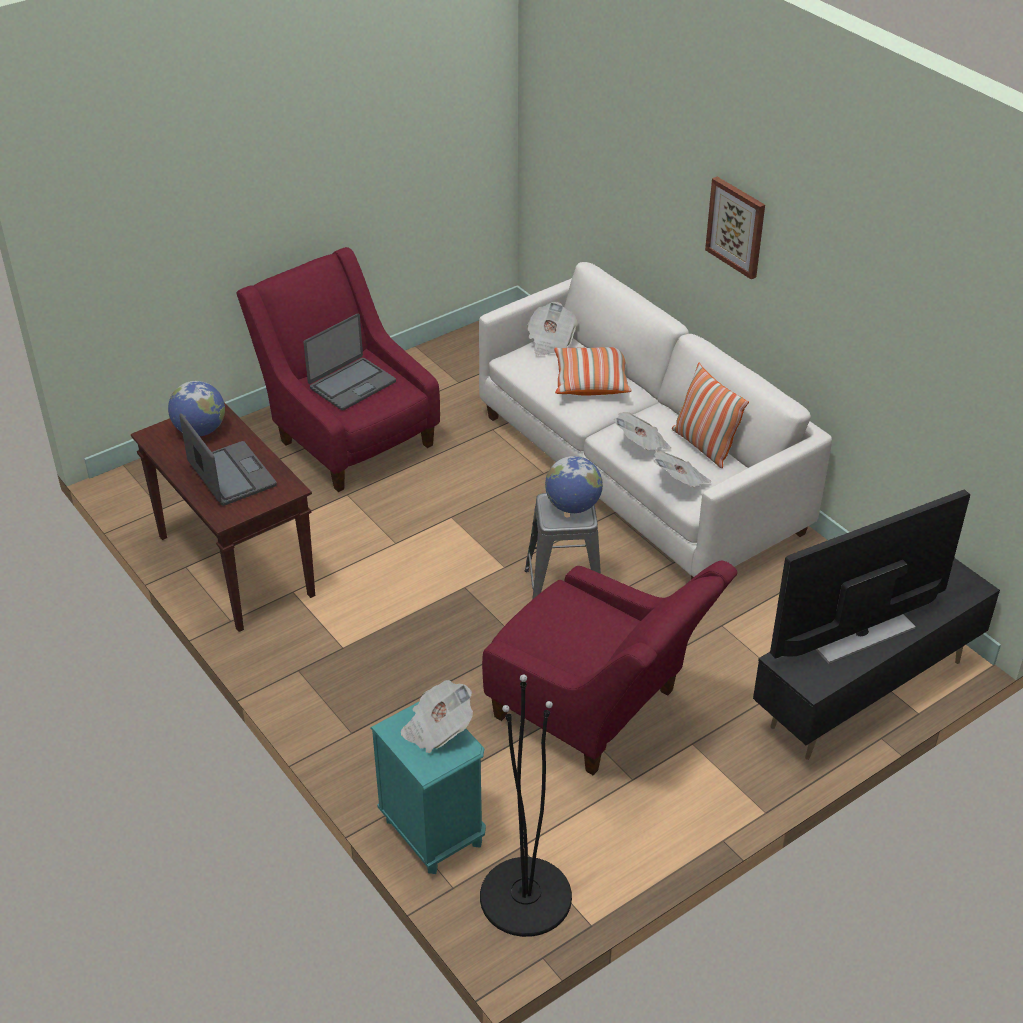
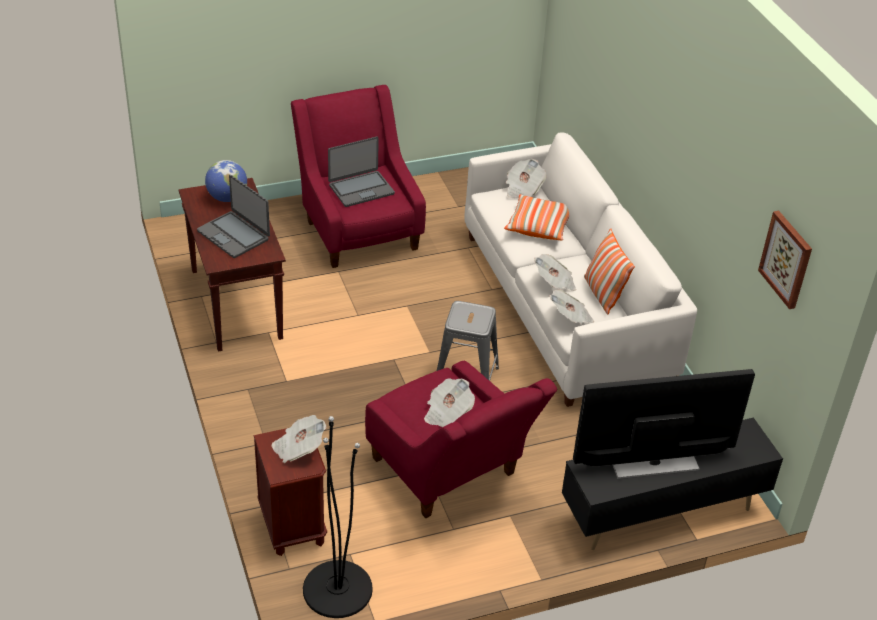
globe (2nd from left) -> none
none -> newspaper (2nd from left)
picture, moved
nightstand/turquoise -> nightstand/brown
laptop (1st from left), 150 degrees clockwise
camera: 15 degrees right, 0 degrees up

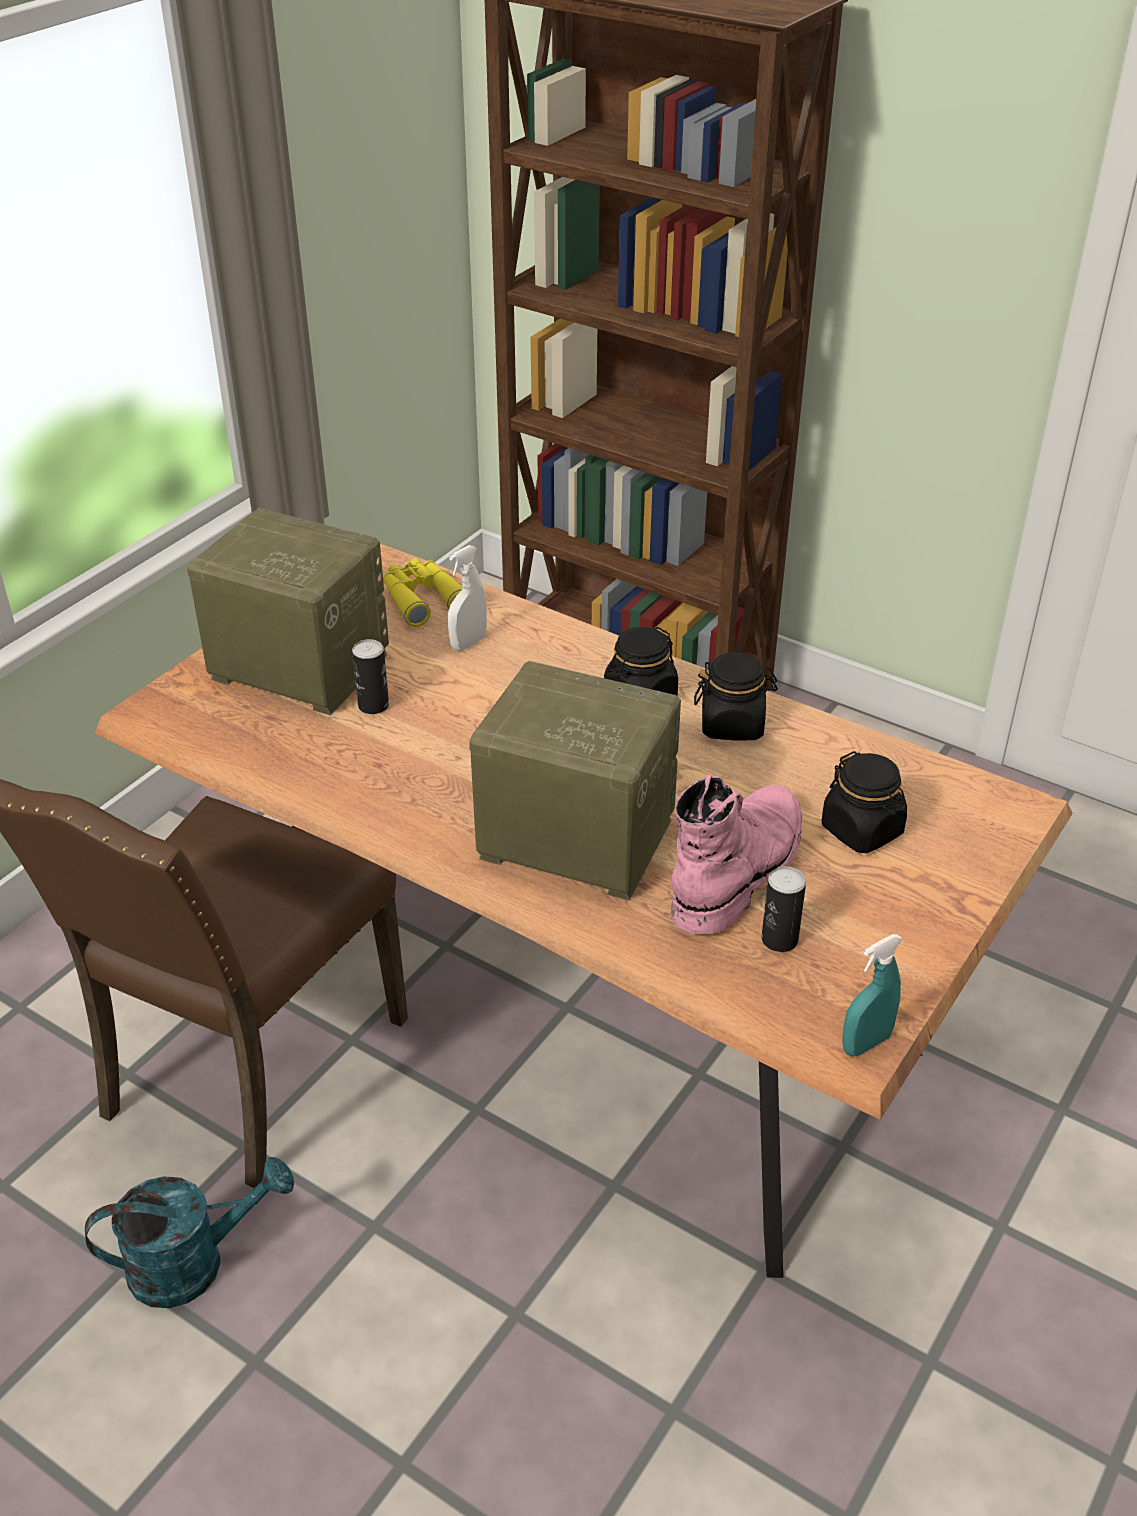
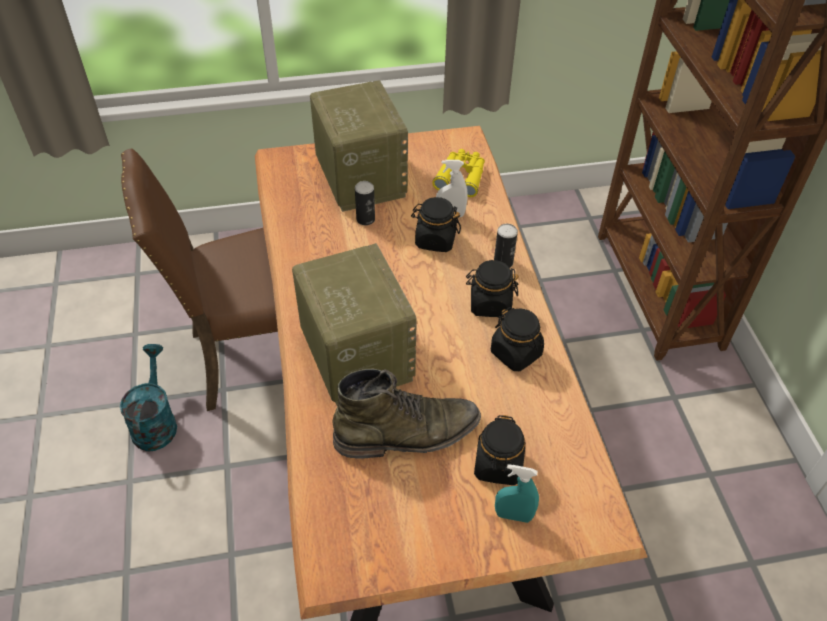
none -> jar/black (1st from left)
can (2nd from left), moved
spray bottle/turquoise, moved
boot/pink -> boot/green
watering can/turquoise, 120 degrees counterclockwise
camera: 45 degrees right, 10 degrees up

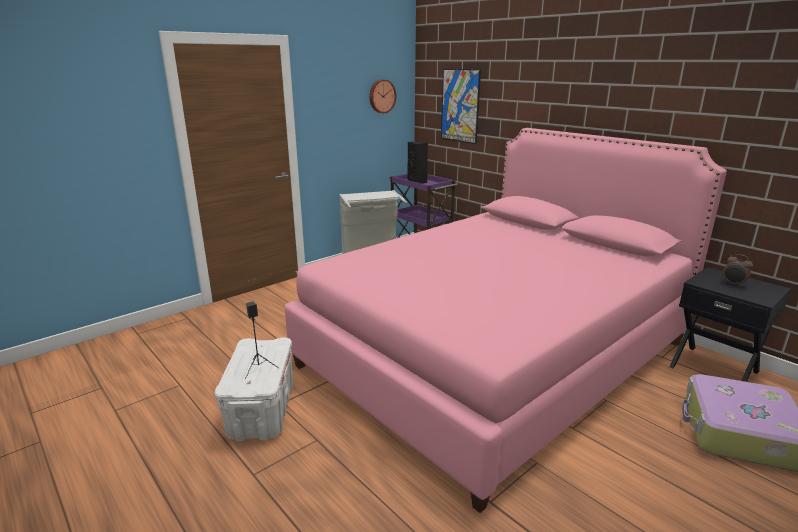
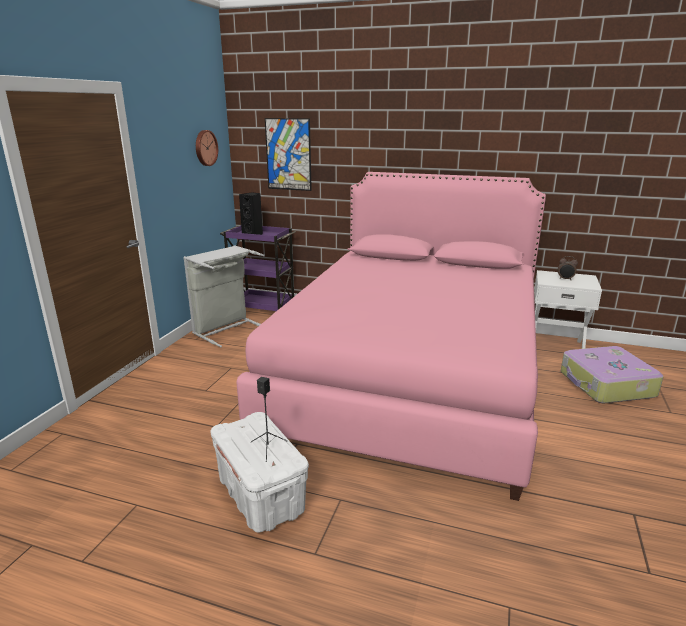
nightstand/black -> nightstand/white
camera: 30 degrees left, 0 degrees up

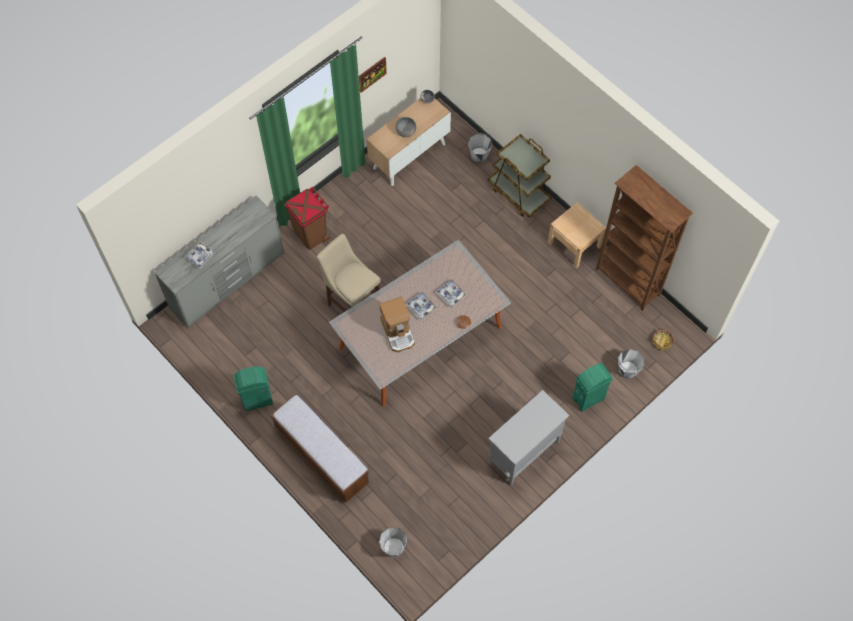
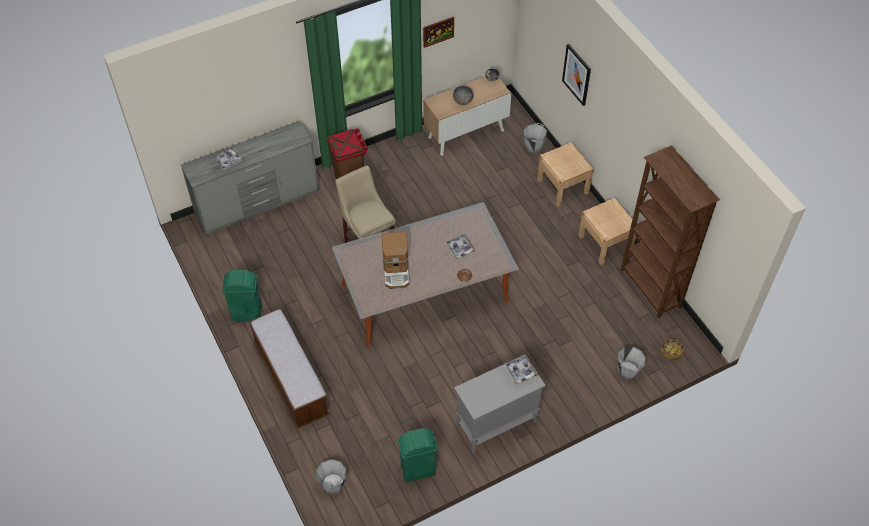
none -> picture (2nd from left)
tray (2nd from left in the first image) -> tray (3rd from left), moved
trash can/green (2nd from left), moved
cart/brown -> nightstand/beige (1st from left)
camera: 15 degrees right, 10 degrees down

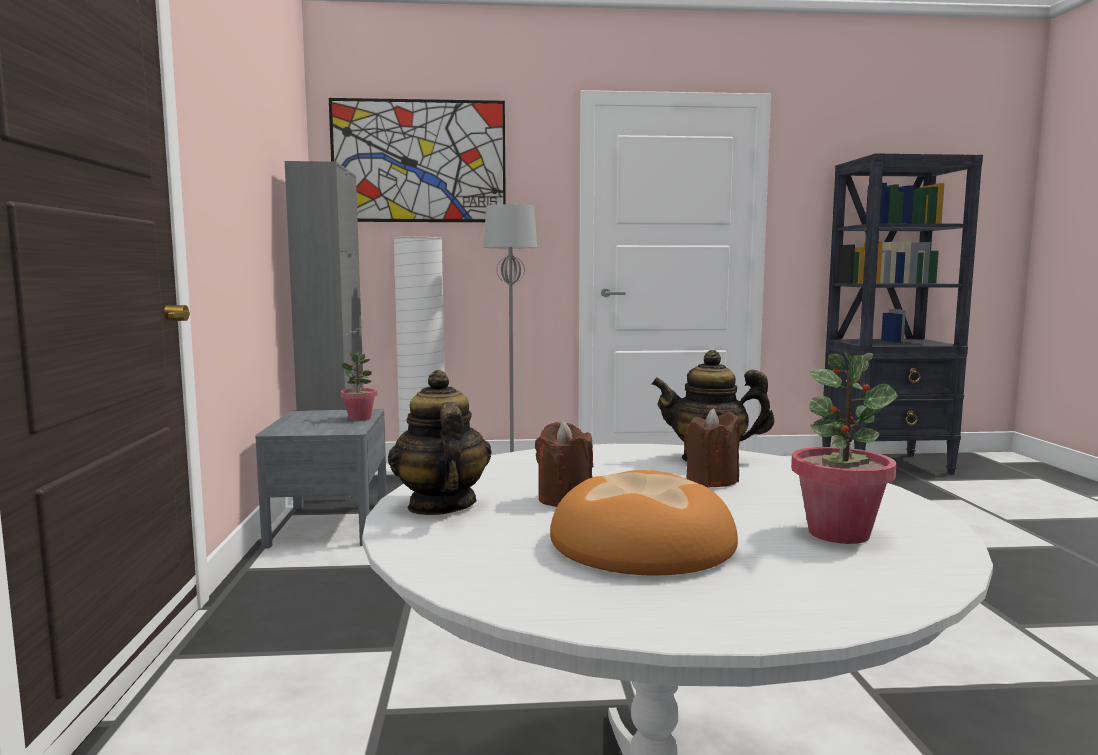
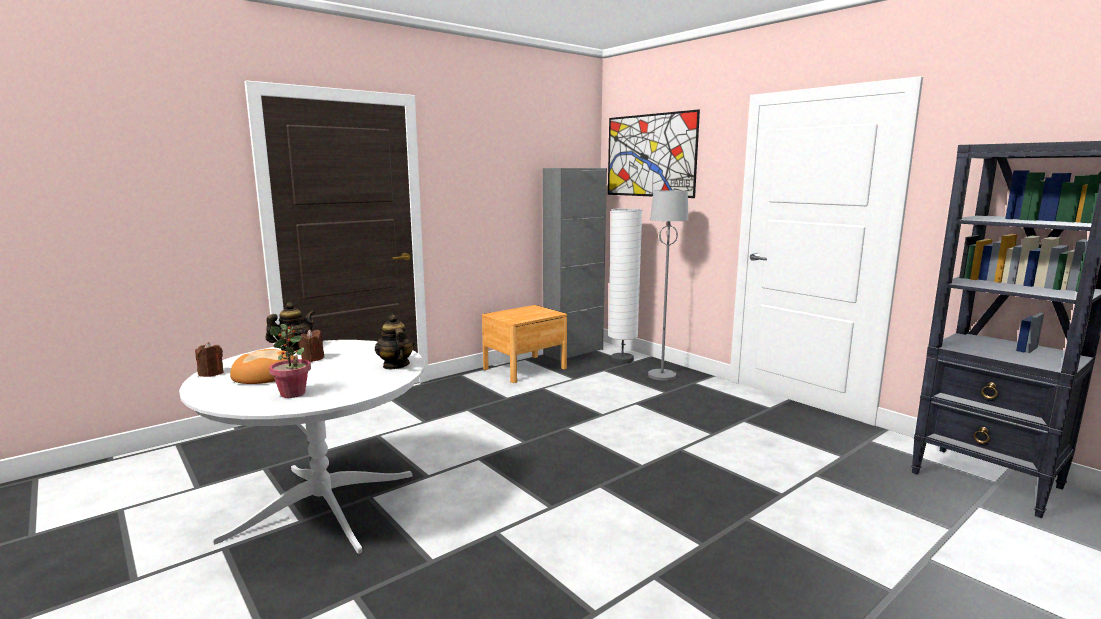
potted plant (1st from left) -> none
candle/brown (2nd from left in the first image) -> candle/brown (1st from left), moved
nightstand/grey -> nightstand/brown
camera: 55 degrees right, 5 degrees up

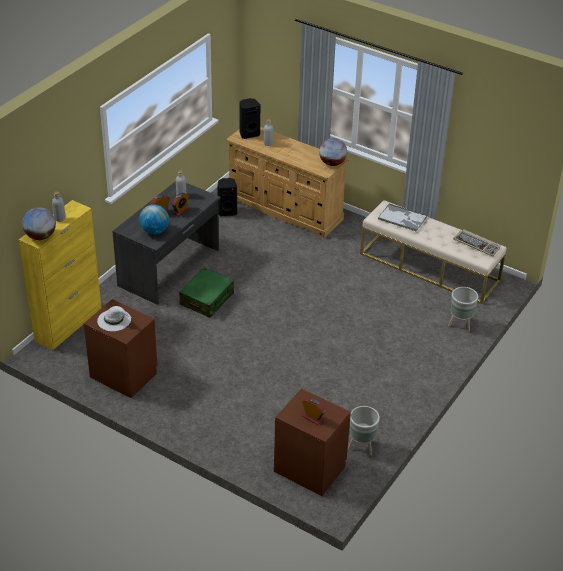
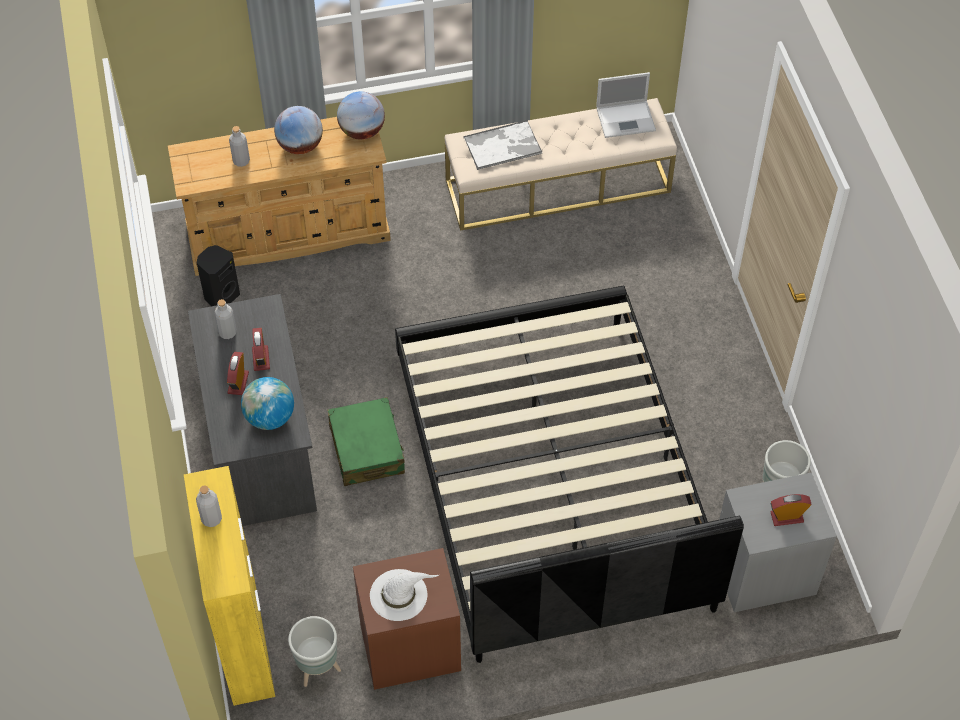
speaker/black (2nd from left) -> none
none -> bed/black
globe (1st from left in the first image) -> globe (2nd from left), moved
planter/grey (2nd from left in the first image) -> planter/grey (1st from left), moved
keyboard -> laptop
nightstand/brown (2nd from left) -> nightstand/grey
camera: 45 degrees left, 15 degrees up

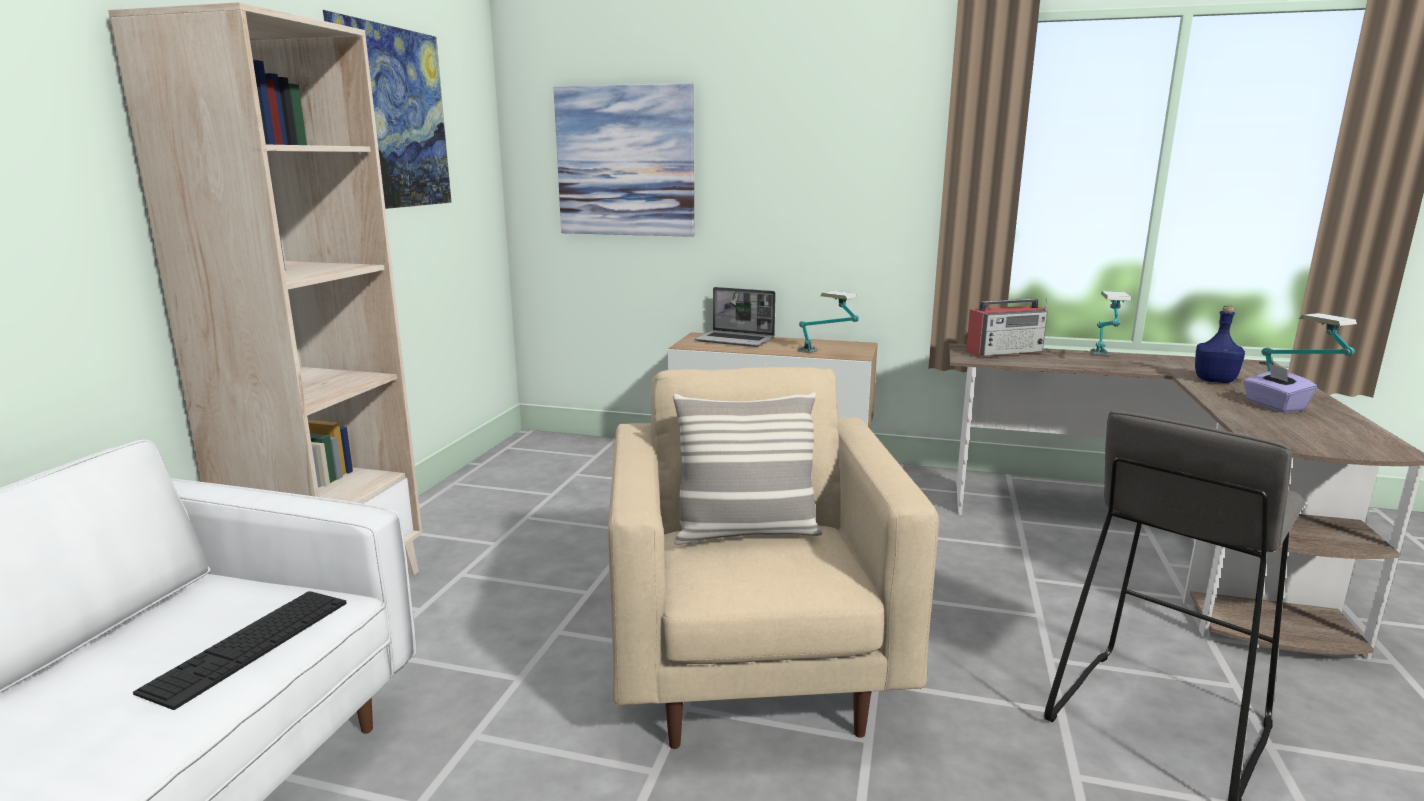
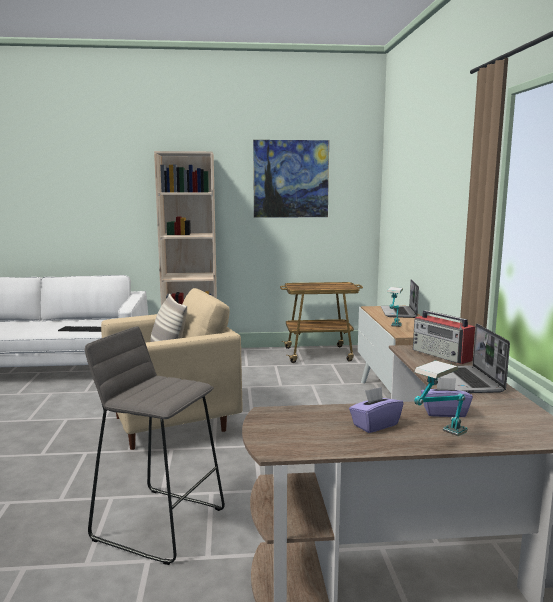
picture (2nd from left) -> none
none -> cart
table lamp (2nd from left) -> laptop (2nd from left)
bottle/blue -> tissue box/purple (2nd from left)
camera: 70 degrees right, 5 degrees down

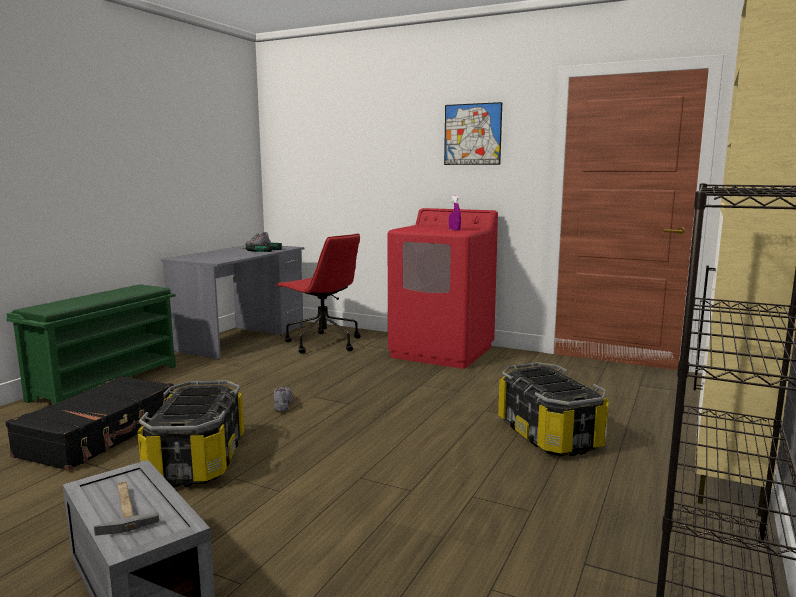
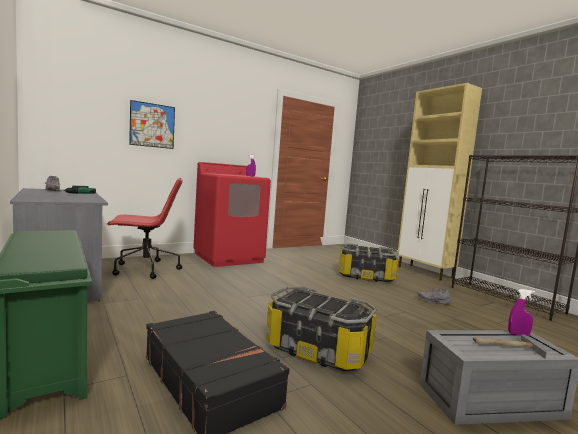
none -> spray bottle/purple (2nd from left)
shoe/grey (2nd from left), moved
picture, moved
camera: 60 degrees left, 5 degrees down

